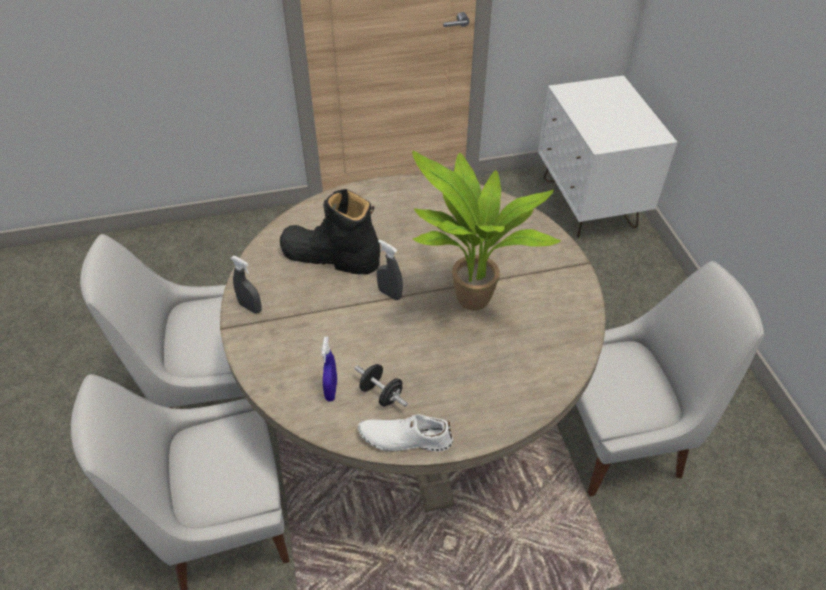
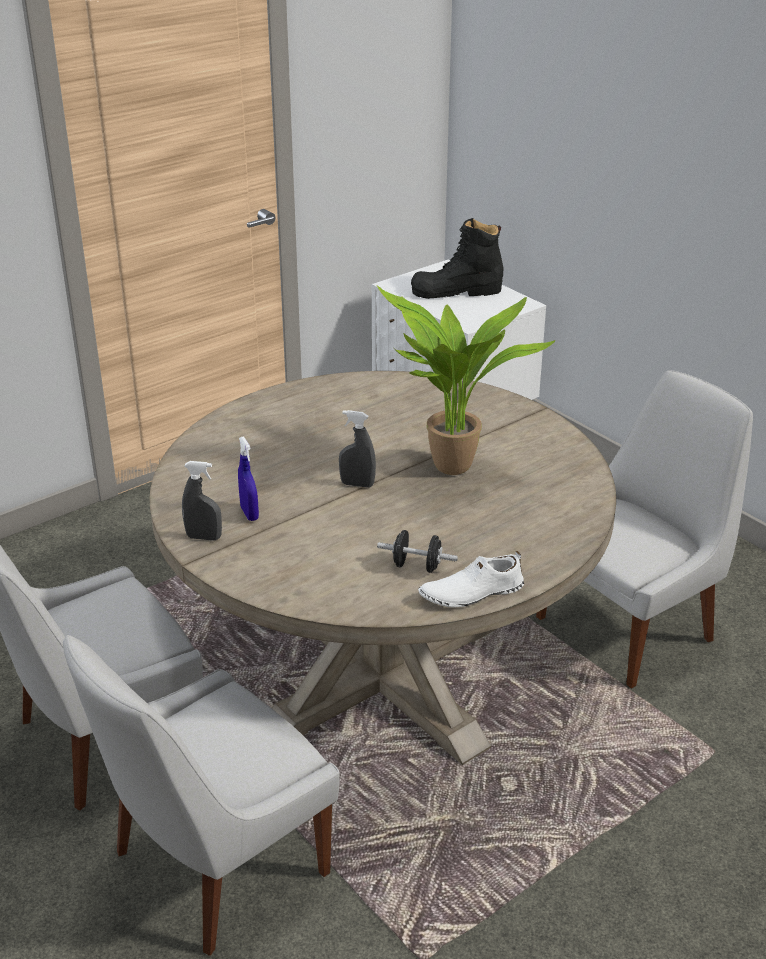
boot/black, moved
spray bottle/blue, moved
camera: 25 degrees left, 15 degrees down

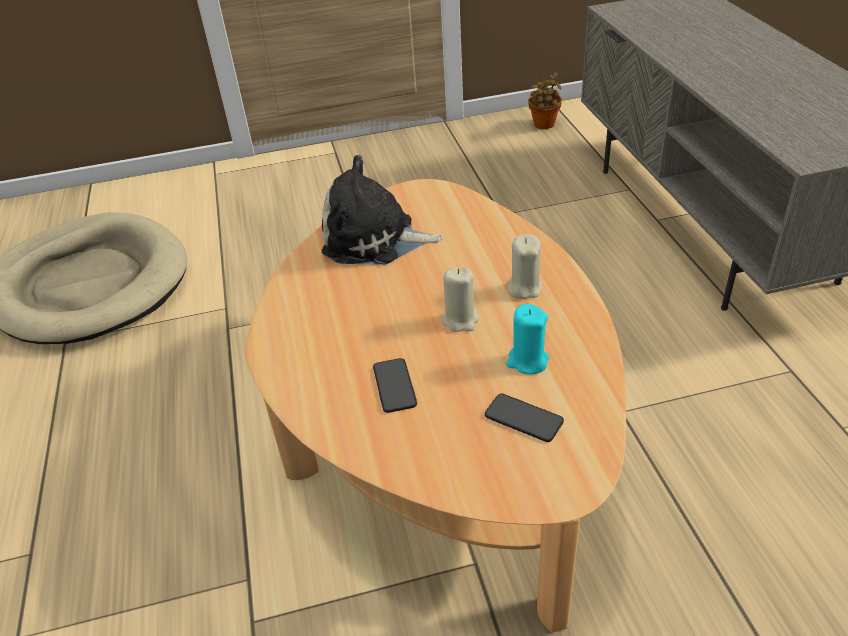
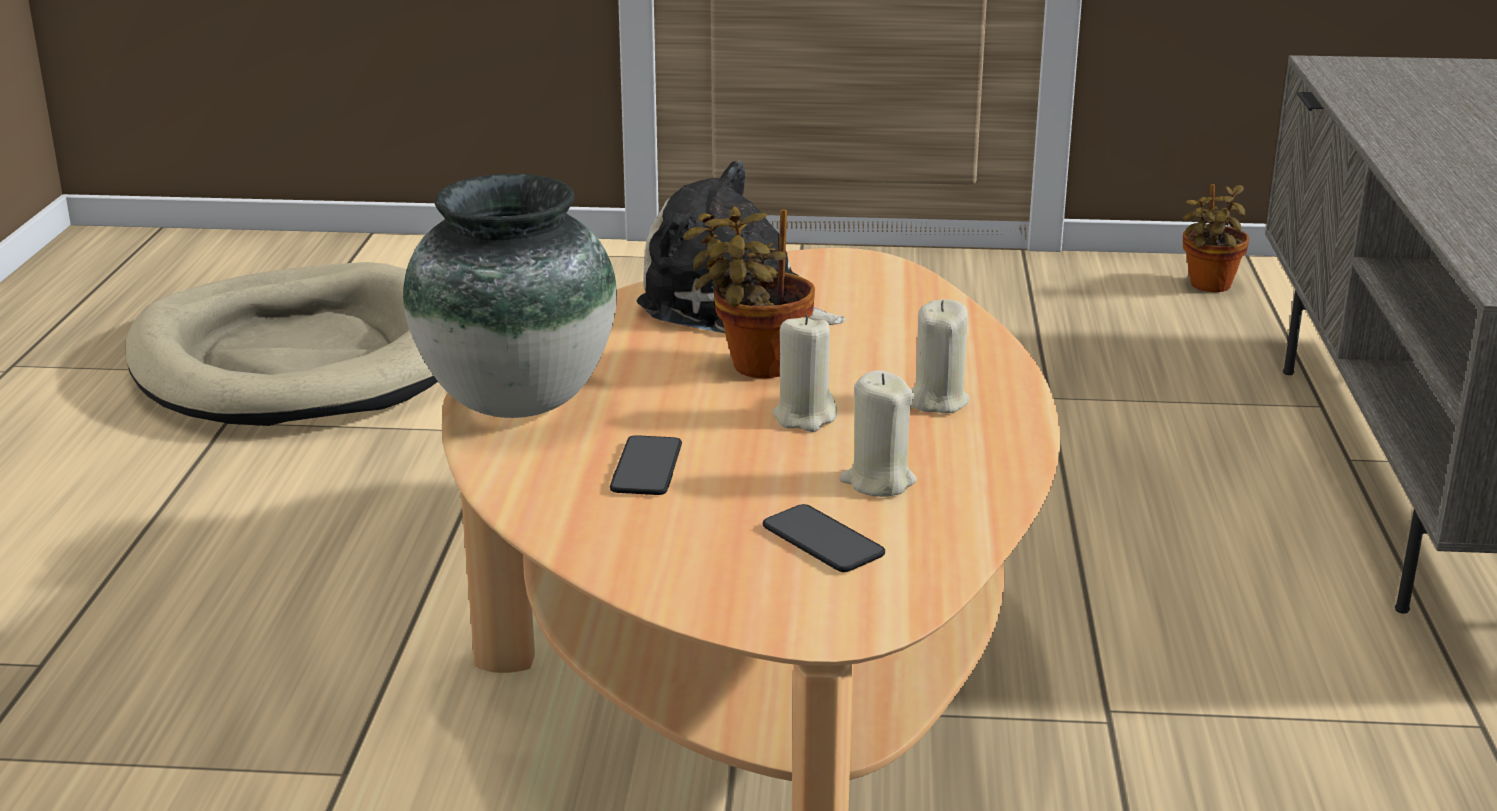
none -> vase
none -> potted plant (1st from left)
candle/turquoise -> candle/beige (2nd from left)
camera: 15 degrees right, 15 degrees down

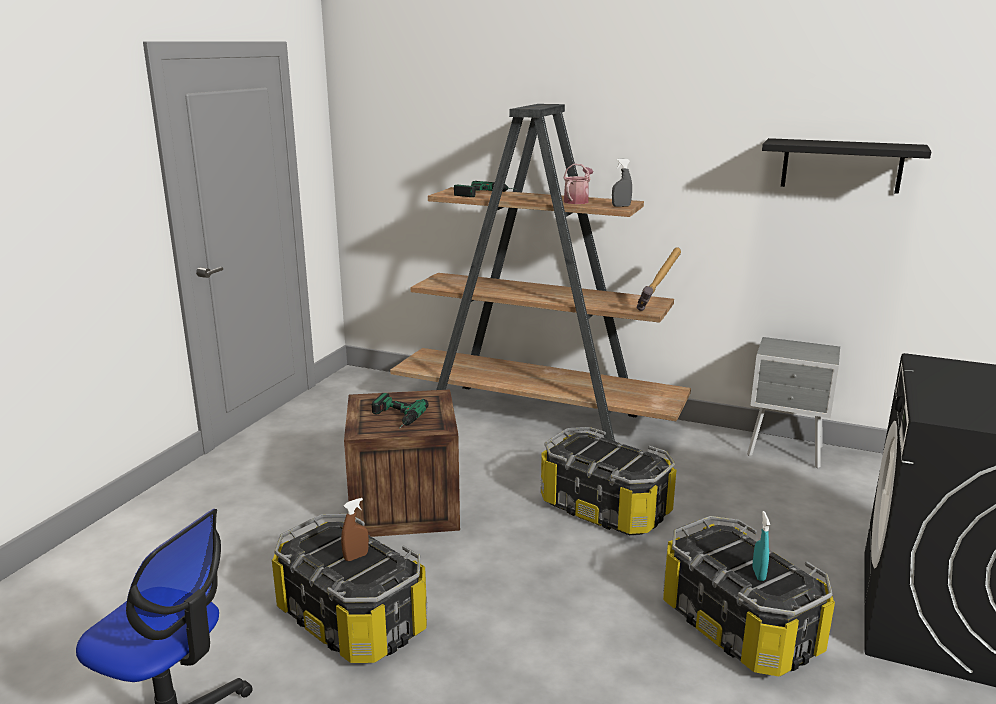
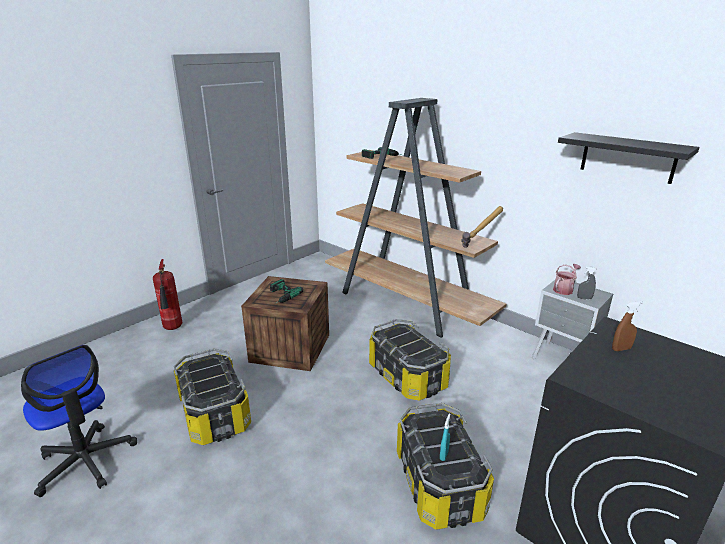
none -> fire extinguisher
spray bottle/brown, moved
watering can, moved
spray bottle/grey, moved
camera: 20 degrees right, 5 degrees up

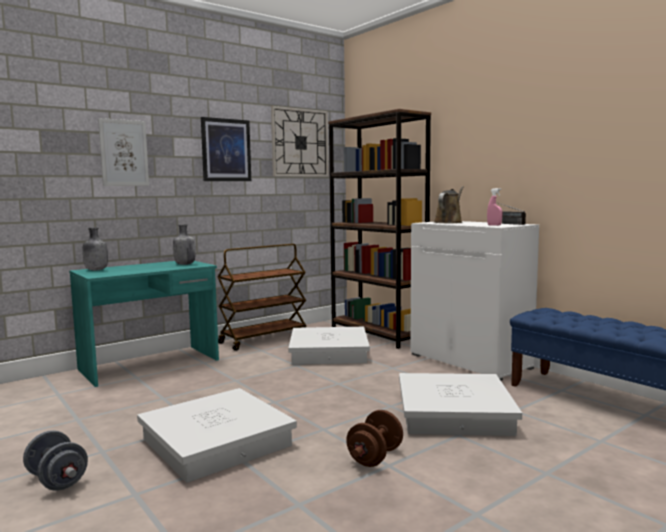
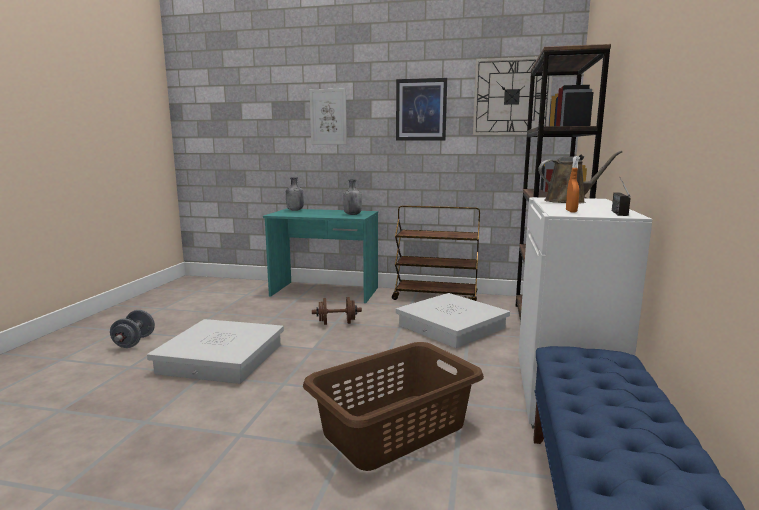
dumbbell/brown, moved
storage box/white (3rd from left) -> laundry basket/brown
spray bottle/pink -> spray bottle/orange
camera: 50 degrees right, 5 degrees up

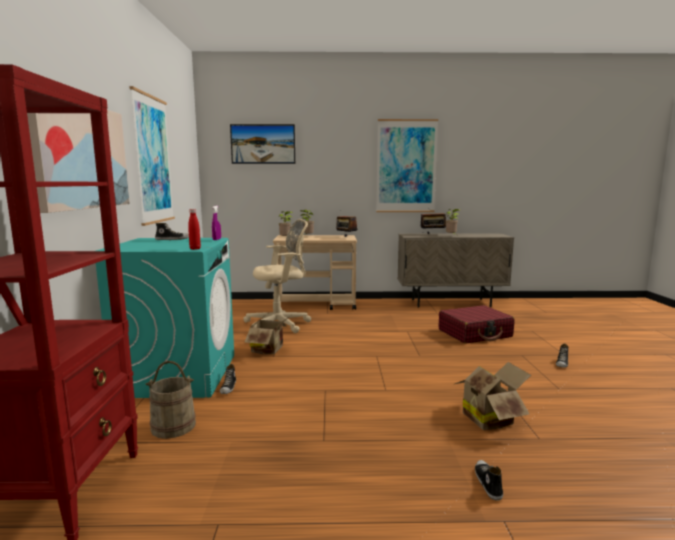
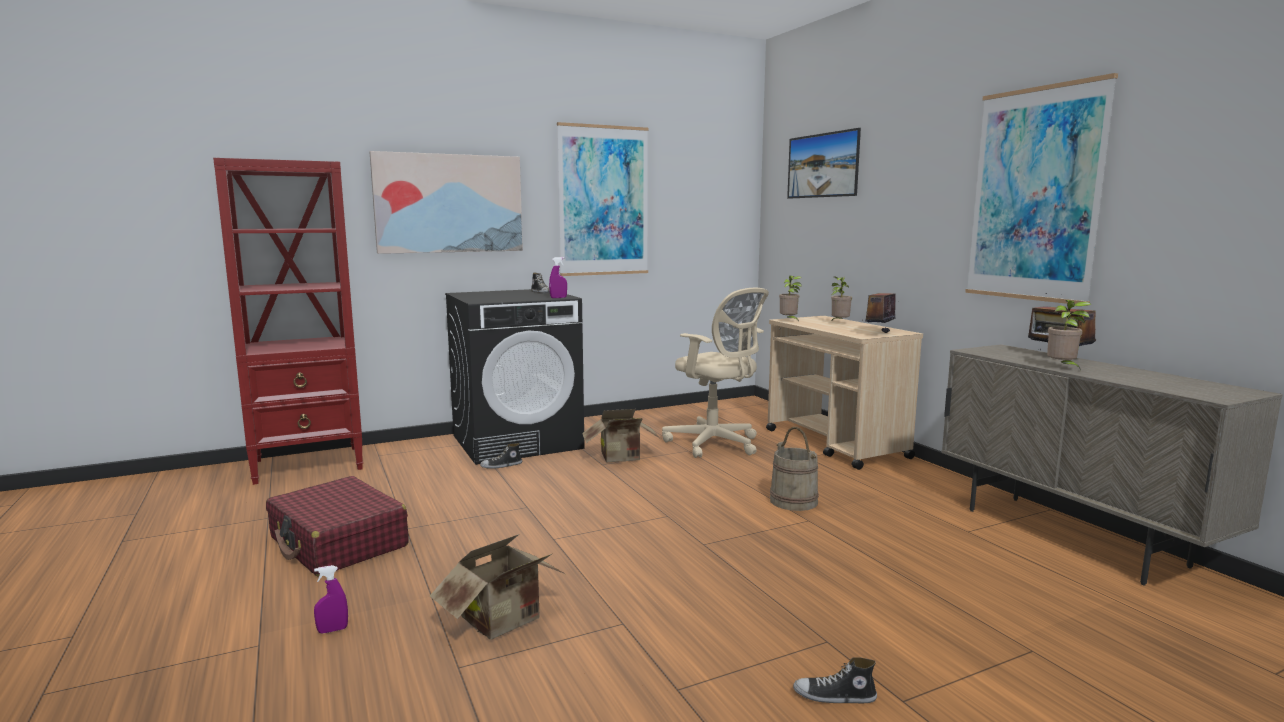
bottle/red -> none
bucket/beige, moved
suitcase/red, moved
shoe (3rd from left) -> spray bottle/purple (1st from left)
washing machine/turquoise -> washing machine/black
camera: 65 degrees right, 0 degrees up

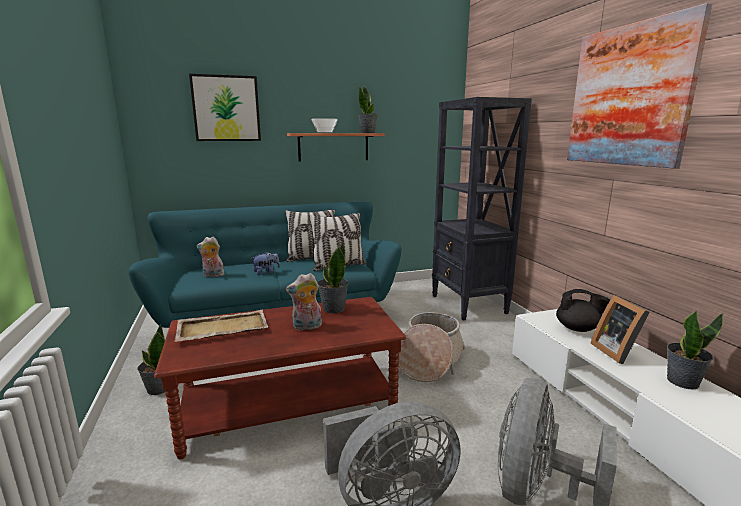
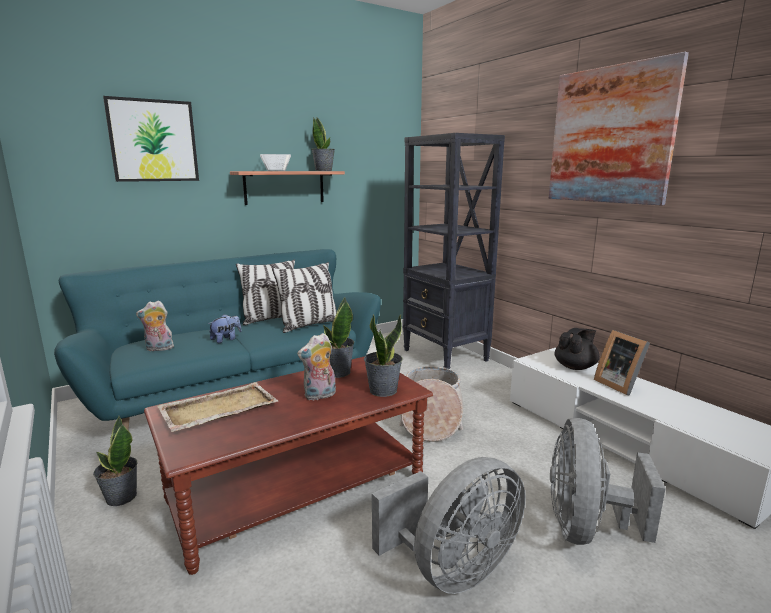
potted plant (4th from left), moved
teapot/black, 45 degrees counterclockwise
camera: 15 degrees left, 0 degrees up

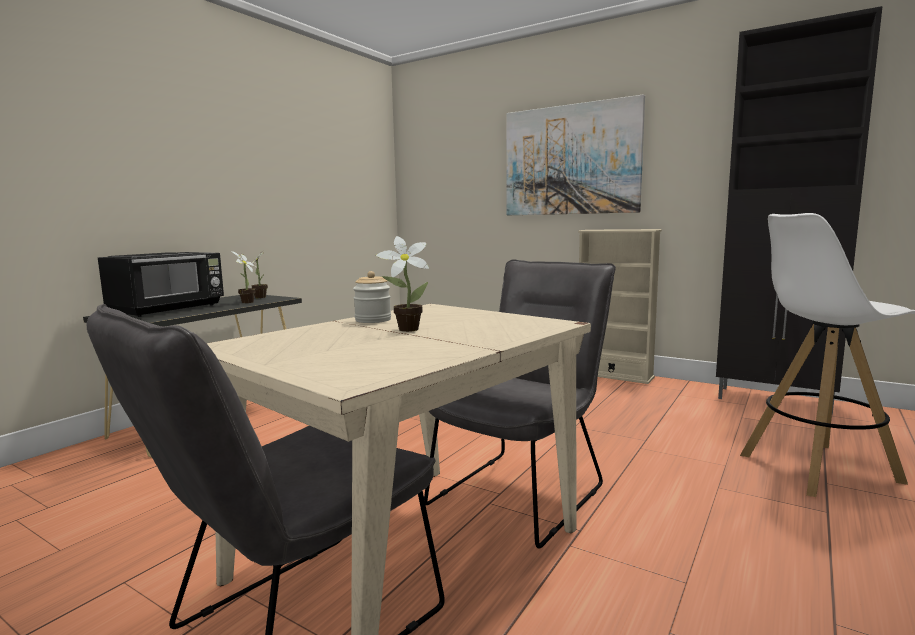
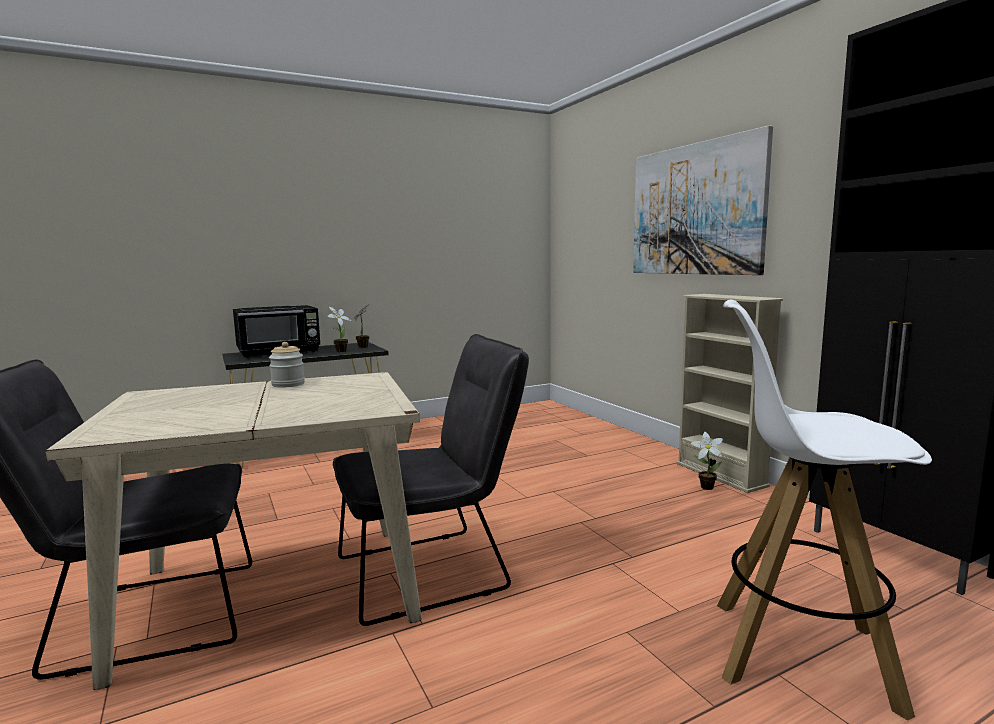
potted plant (3rd from left), moved
camera: 30 degrees right, 0 degrees up

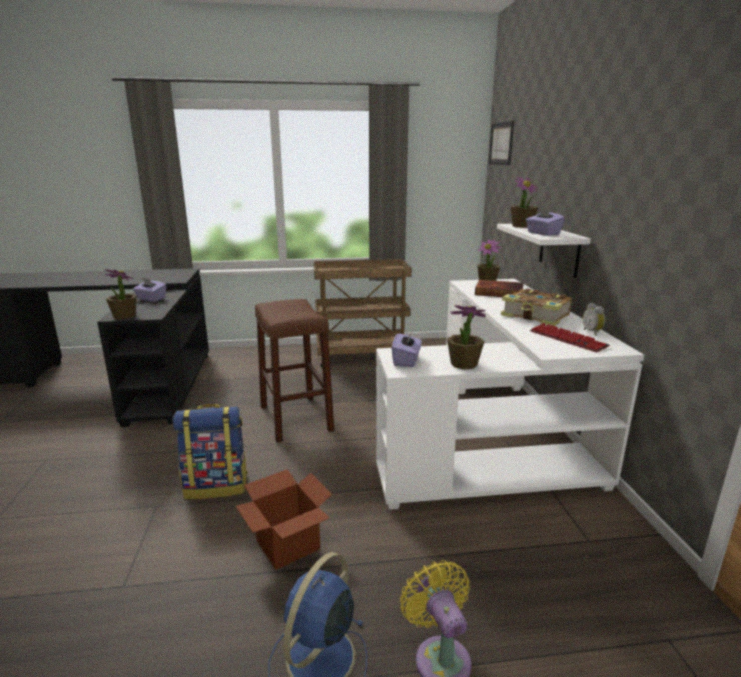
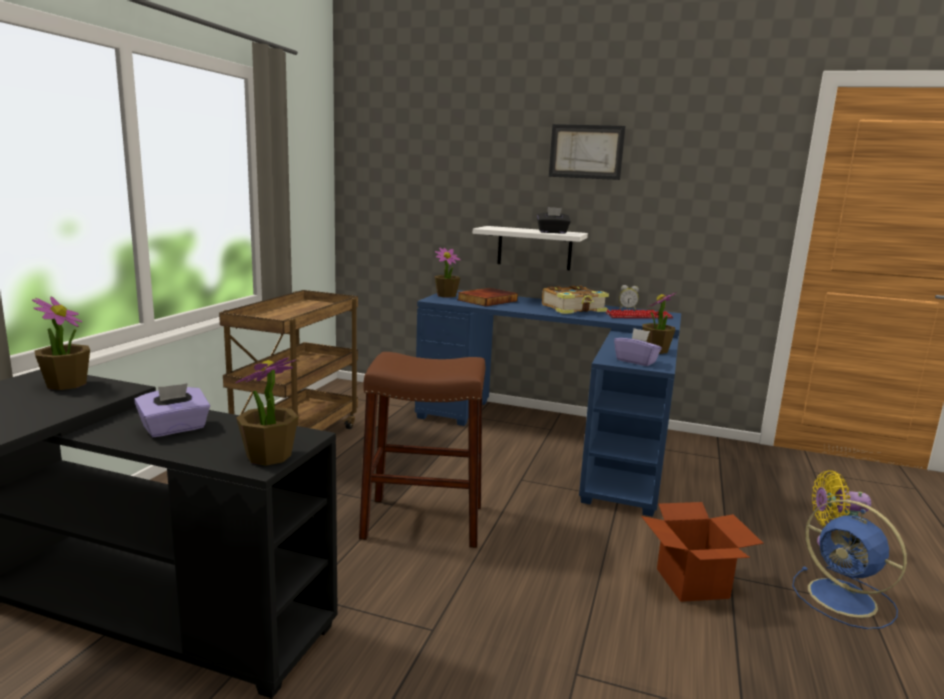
backpack -> none
picture, moved
potted plant (4th from left in the first image) -> potted plant (1st from left), moved
desk/white -> desk/blue
tissue box/purple (3rd from left) -> tissue box/black
camera: 65 degrees left, 5 degrees down

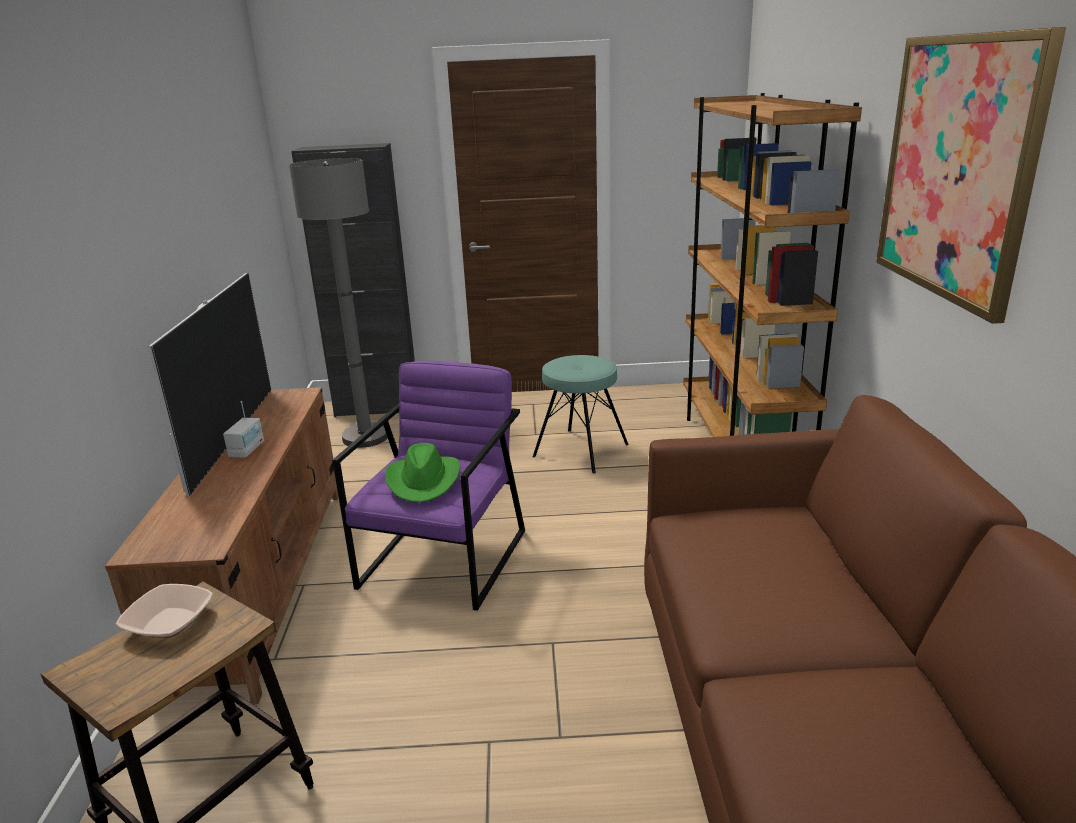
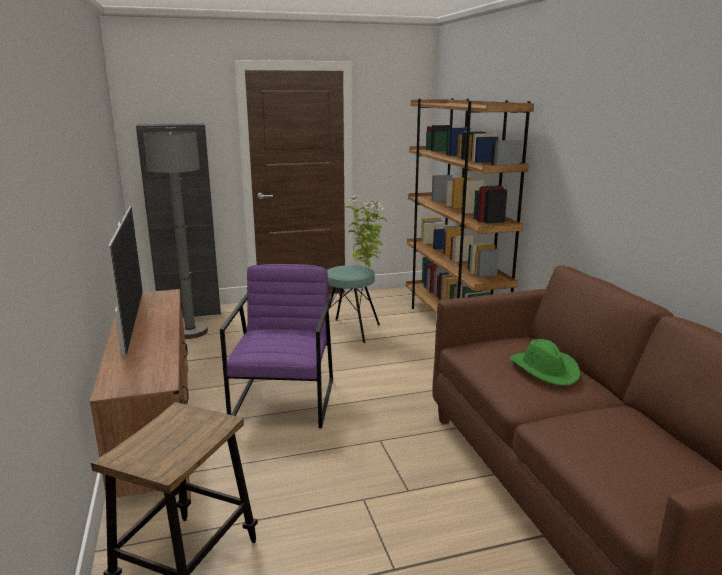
bowl -> none
radio -> none
picture -> none
none -> potted plant
hat/green, moved
camera: 15 degrees left, 5 degrees down

